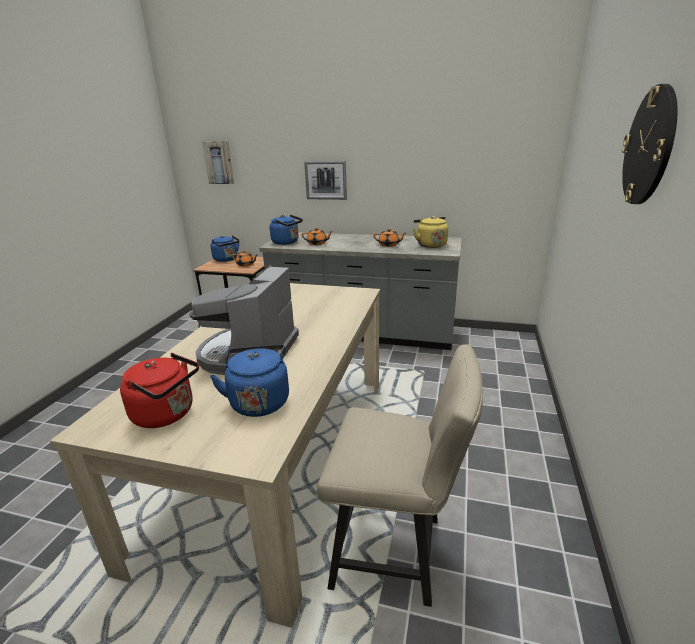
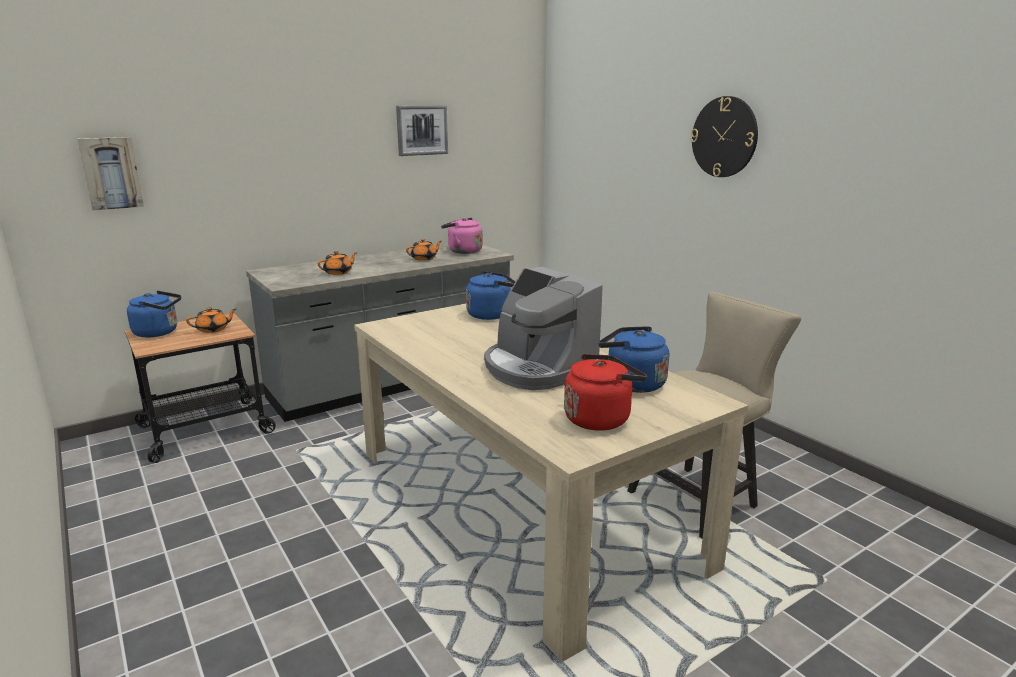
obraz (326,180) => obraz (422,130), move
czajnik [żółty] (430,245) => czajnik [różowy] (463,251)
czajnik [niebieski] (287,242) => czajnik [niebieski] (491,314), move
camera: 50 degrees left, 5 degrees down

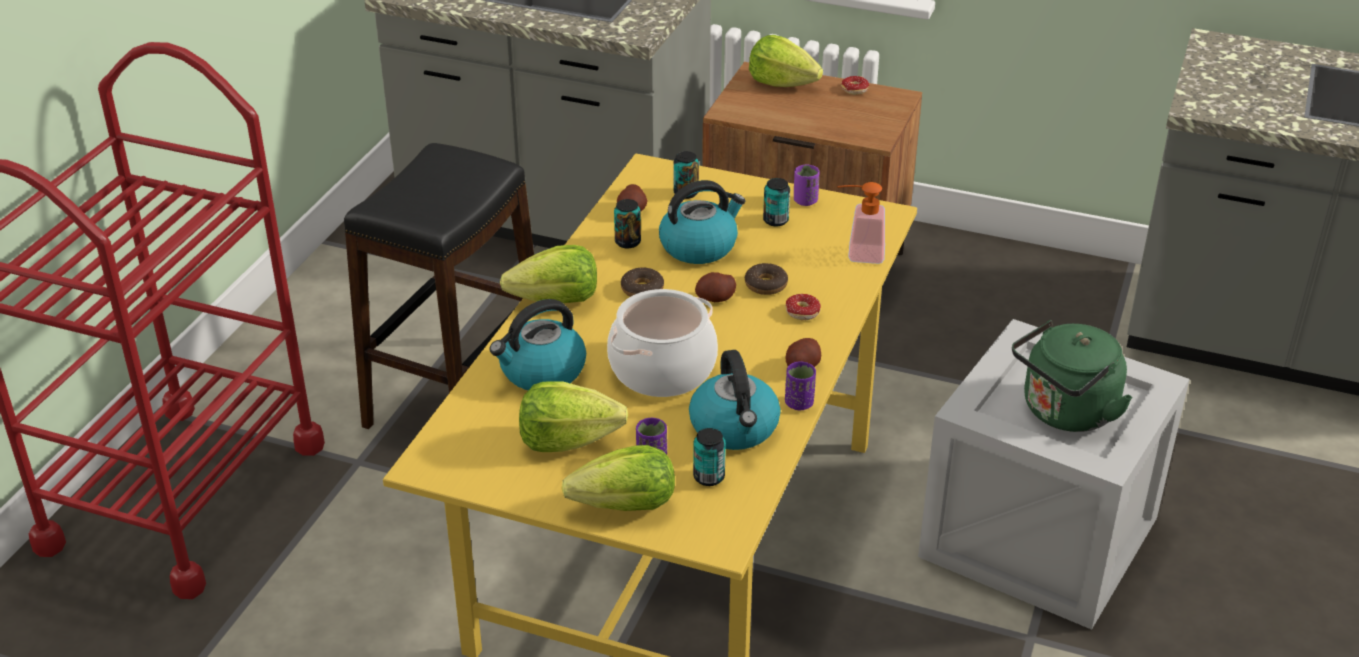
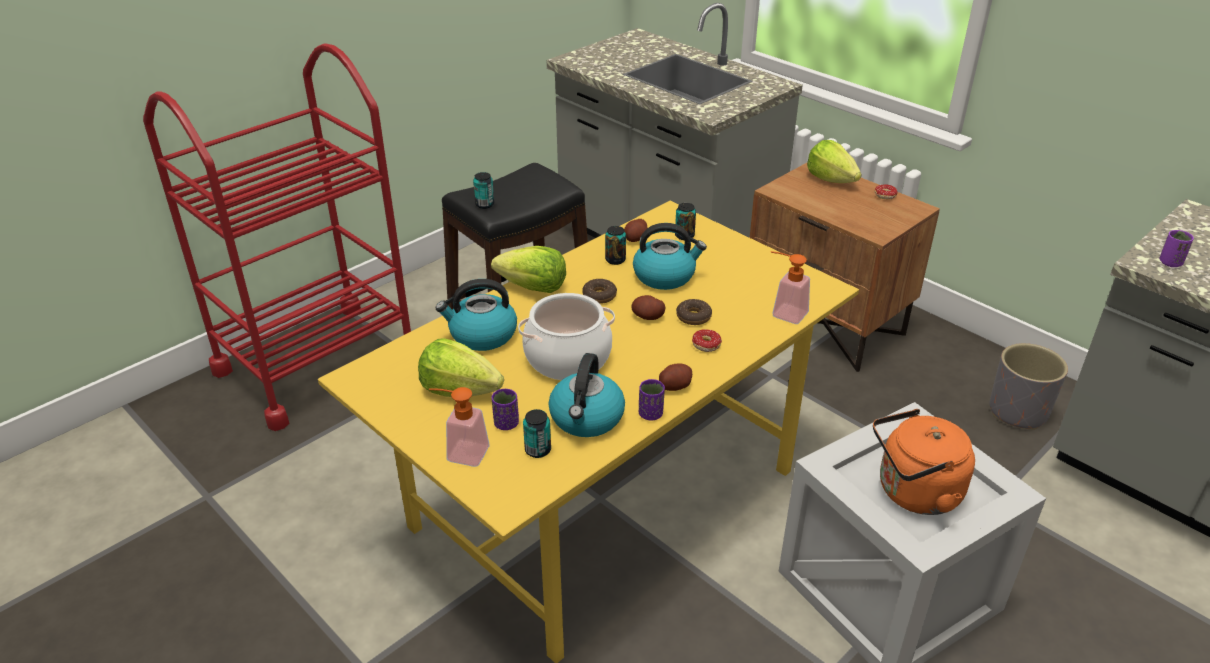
sałata (626,506) => dozownik mydła (461,452)
puszka (775,220) => puszka (484,204), move
czajnik [zielony] (1065,413) => czajnik [pomarańczowy] (914,493)
nothing => donica [szary] (1018,412)
filiżanka [fioletowy] (805,201) => filiżanka [fioletowy] (1170,263), move
camera: 25 degrees right, 0 degrees up

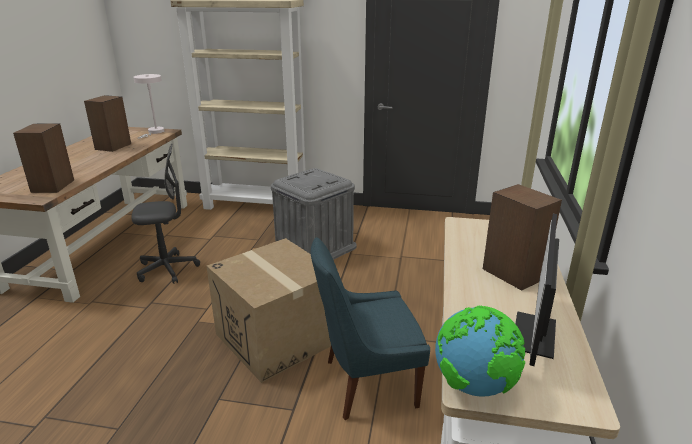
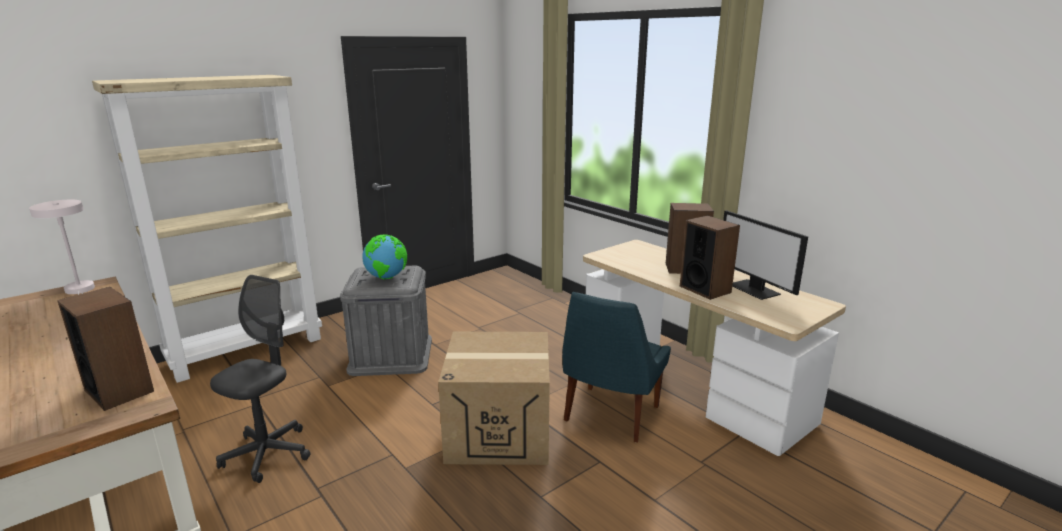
globus (475,386) => globus (387,277), move
głośnik (113,146) => głośnik (705,289), move
camera: 50 degrees left, 5 degrees down

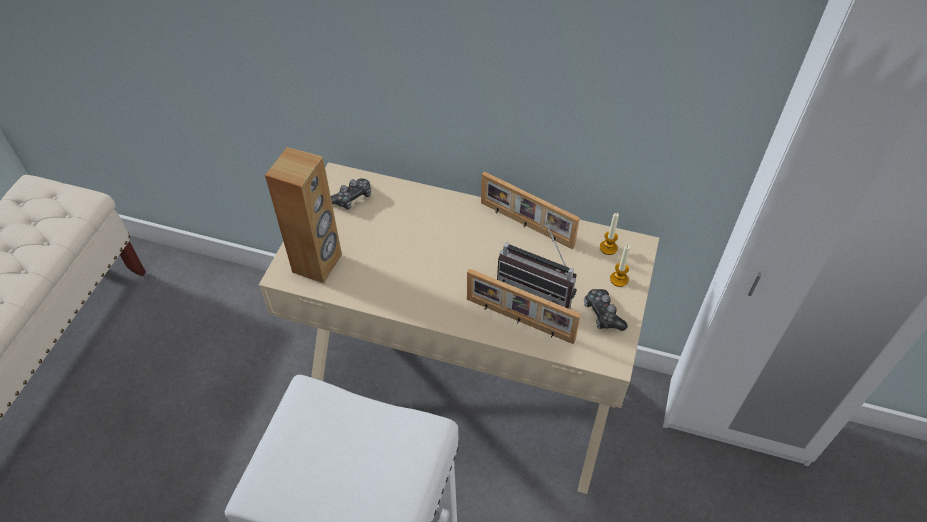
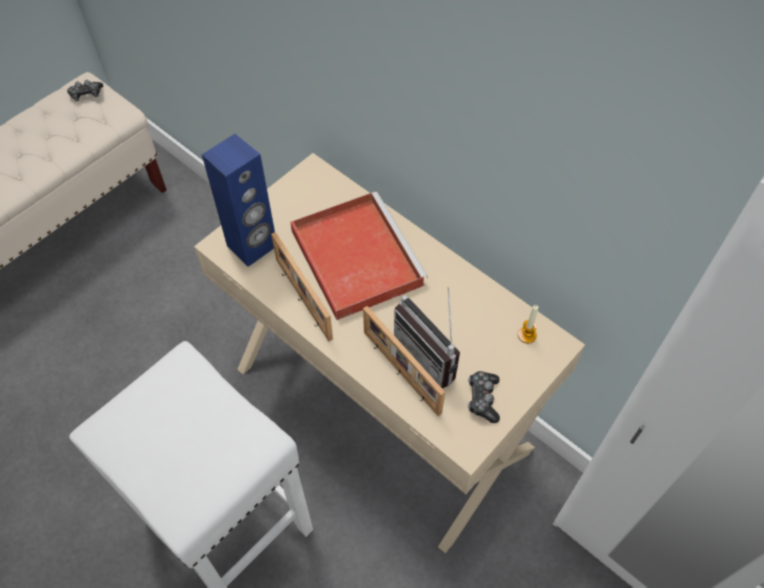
pad do gier (352,198) => pad do gier (86,94), move
głośnik [brązowy] (318,263) => głośnik [niebieski] (252,246)
ramka na zdjęcie (525,225) => ramka na zdjęcie (302,299), move
nothing => taca [czerwony] (354,256)
świeca (619,279) => nothing
camera: 25 degrees right, 5 degrees up

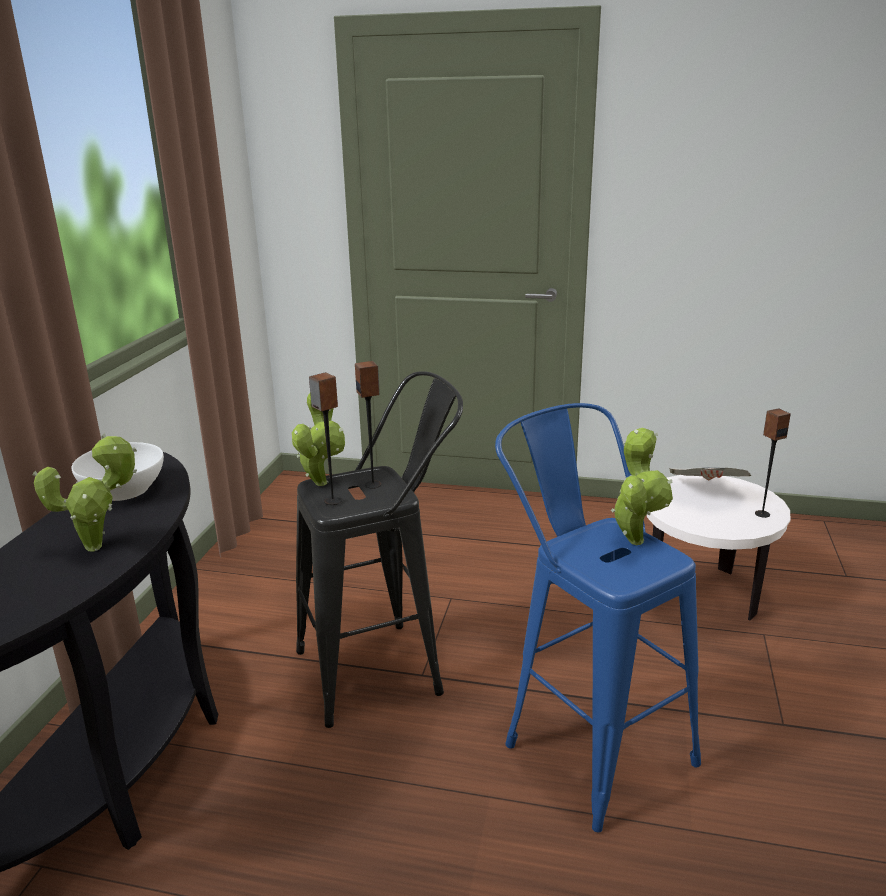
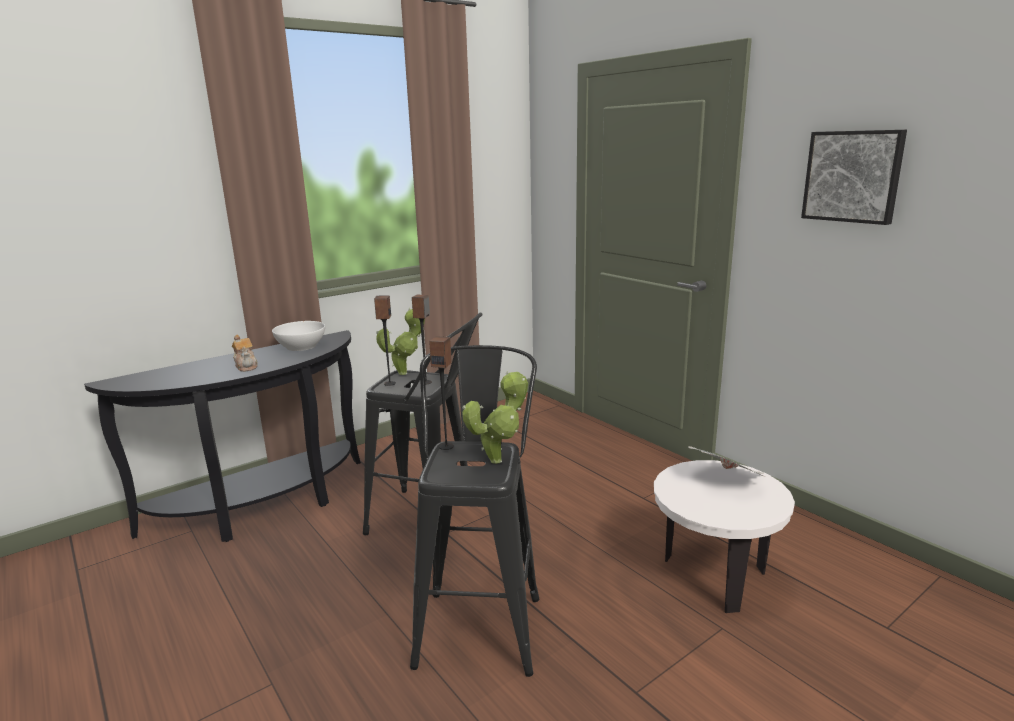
roślina doniczkowa (100,546) => imbryk (246,366)
stołek [niebieski] (587,742) => stołek [czarny] (482,620)
głośnik (762,514) => głośnik (446,446), move
nothing => obraz (853,176)
camera: 40 degrees right, 5 degrees down

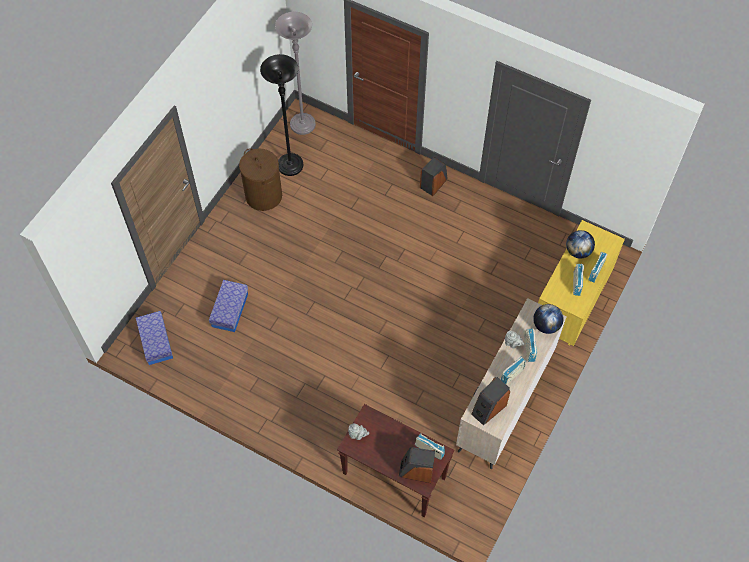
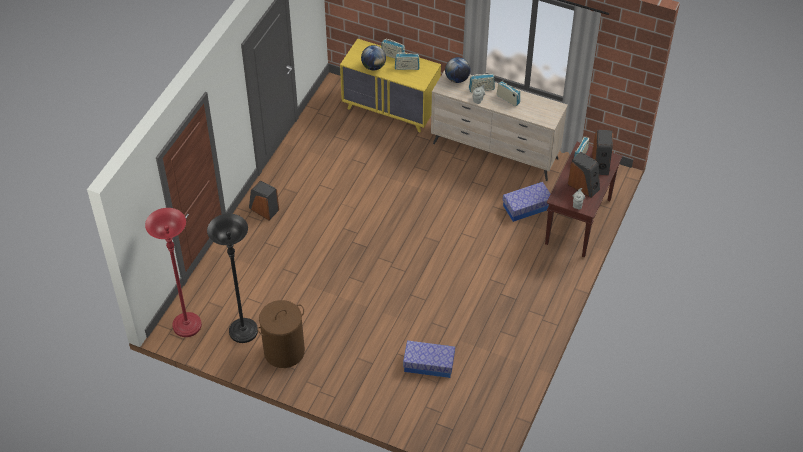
lampa stojąca [szary] (303,125) => lampa stojąca [czerwony] (187,326)
pojemnik do przechowywania (156,342) => pojemnik do przechowywania (527,207), move
głośnik (488,409) => głośnik (583,186), move
camera: 95 degrees left, 10 degrees down

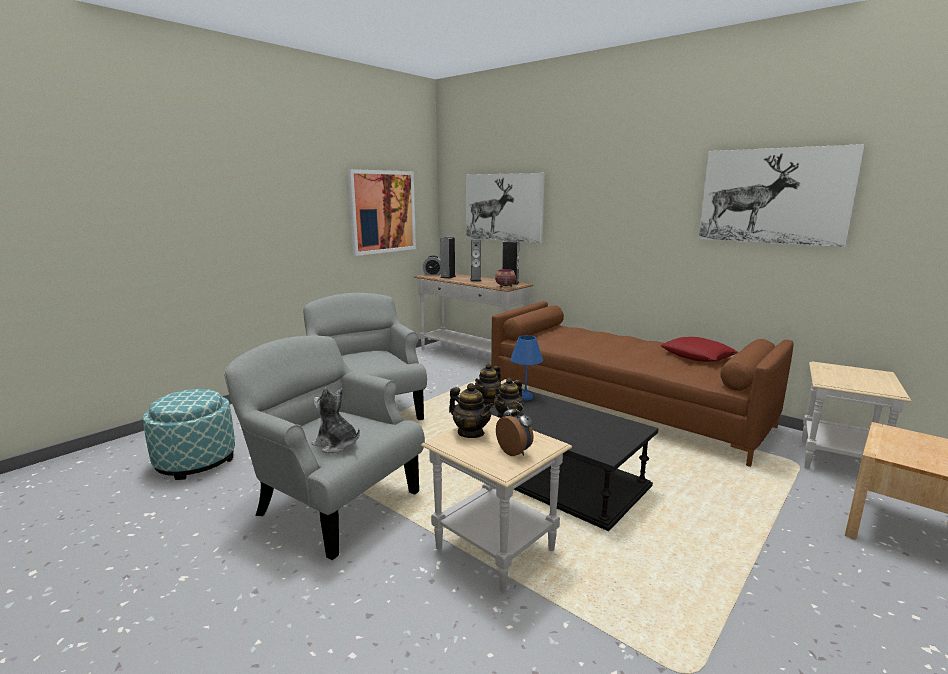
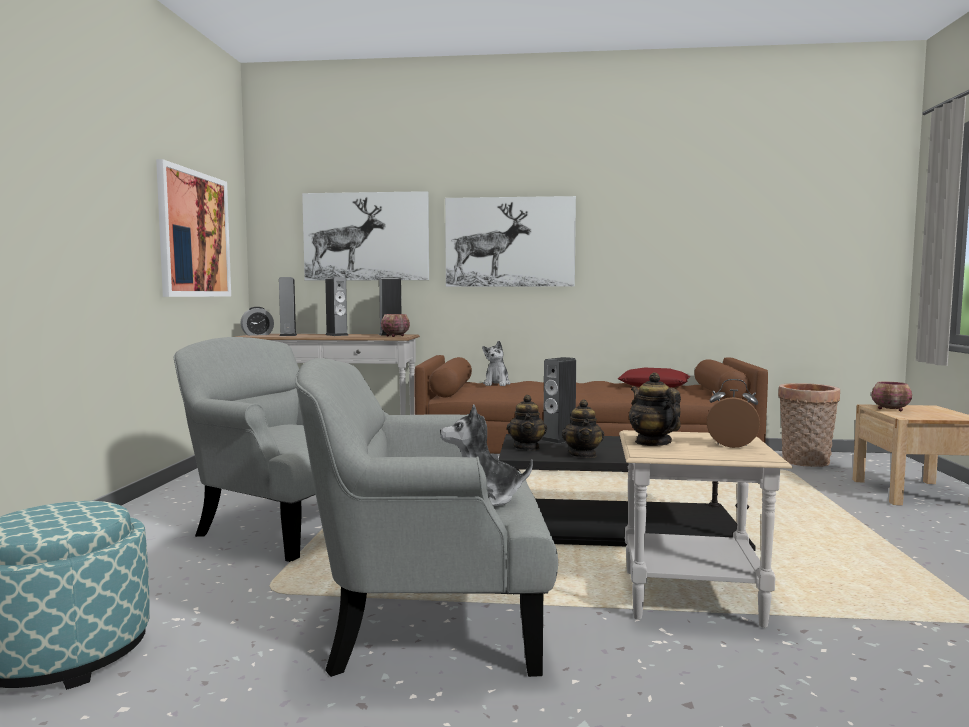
obraz (774,196) => obraz (510,242), move
nothing => pluszak (497,384)
lampa stołowa [niebieski] (526,397) => głośnik (559,439)
imbryk (471,433) => imbryk (653,443), 120 degrees counterclockwise
stolik [beżowy] (838,461) => koszyk (805,463)
nothing => miska (891,410)
camera: 35 degrees left, 10 degrees down

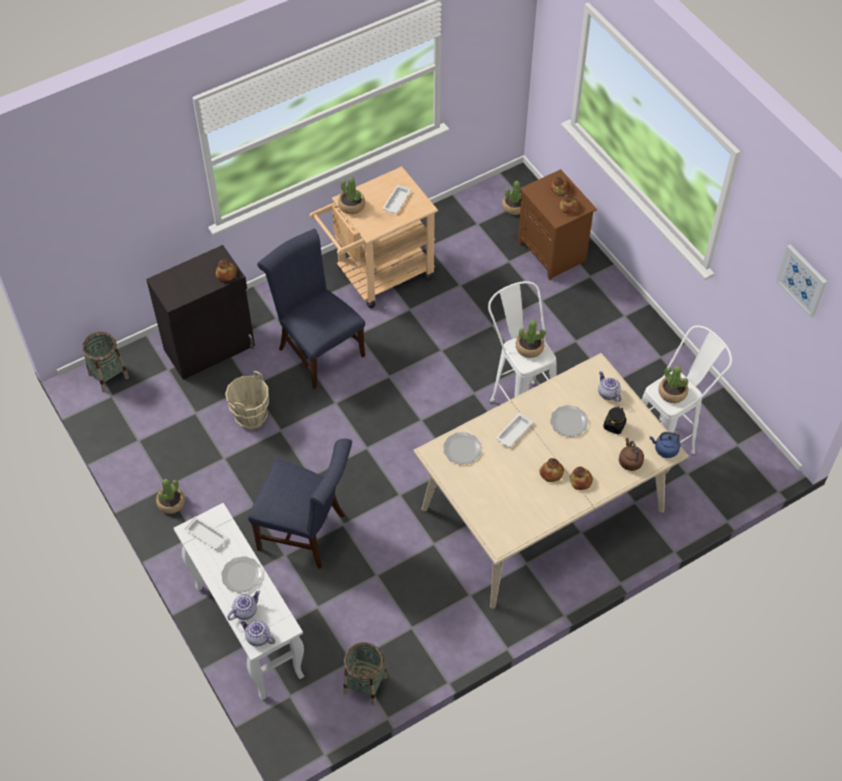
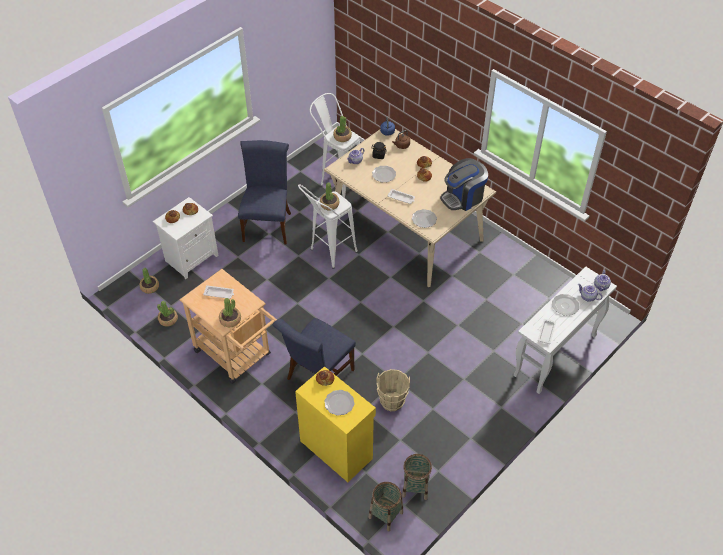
szafka nocna [brązowy] (553,252) => szafka nocna [biały] (191,257)
roślina doniczkowa (171,503) => roślina doniczkowa (168,319), move
krzesło [niebieski] (307,533) => krzesło [niebieski] (268,224), move
szafka [czarny] (210,348) => szafka [żółty] (336,448)
nothing => talerz (339,403)
koszyk (365,684) => koszyk (415,487), move
nothing => ekspres do kawy (463,197)
obraz (802,280) => nothing
camera: 105 degrees left, 5 degrees down

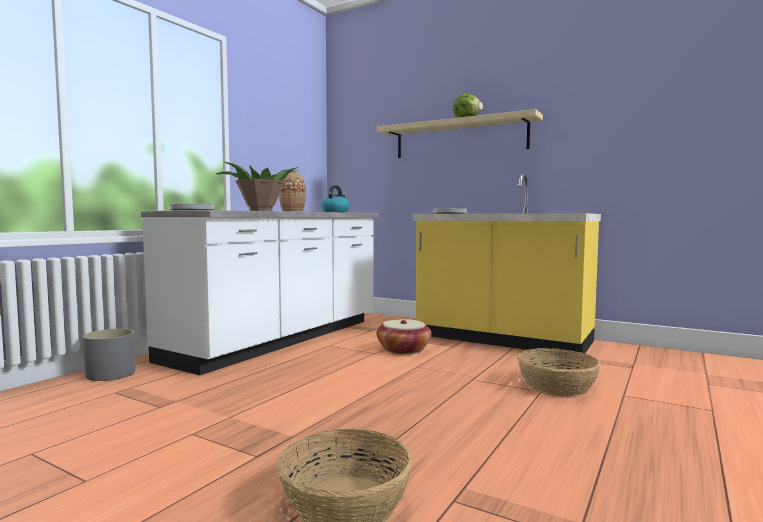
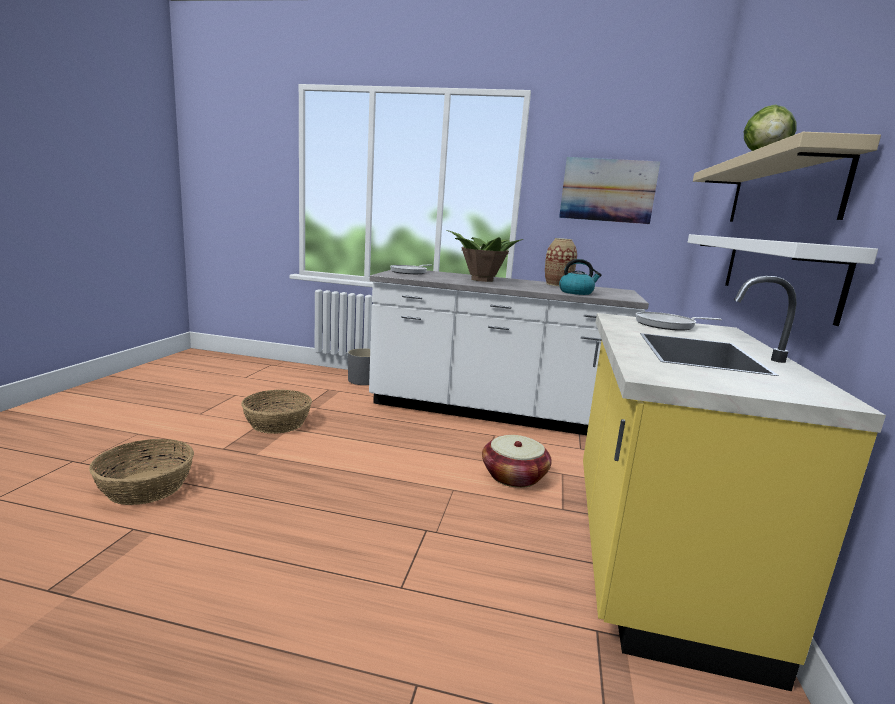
koszyk (556,386) => koszyk (278,423), move
nothing => obraz (607,190)
nothing => półka [biały] (775,271)
camera: 70 degrees right, 10 degrees up

